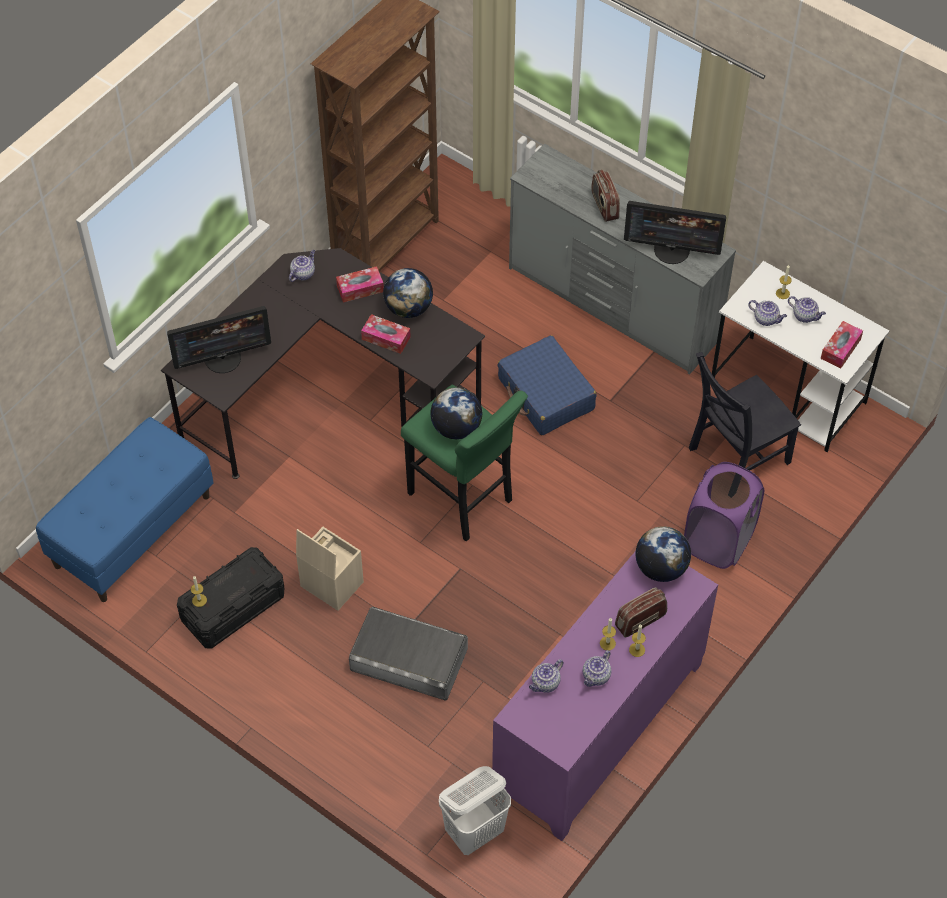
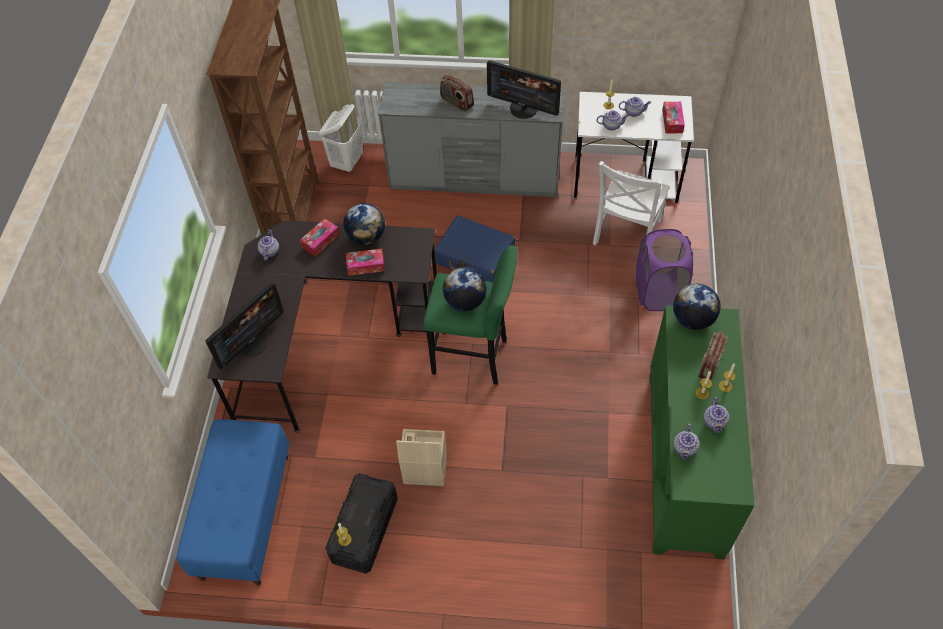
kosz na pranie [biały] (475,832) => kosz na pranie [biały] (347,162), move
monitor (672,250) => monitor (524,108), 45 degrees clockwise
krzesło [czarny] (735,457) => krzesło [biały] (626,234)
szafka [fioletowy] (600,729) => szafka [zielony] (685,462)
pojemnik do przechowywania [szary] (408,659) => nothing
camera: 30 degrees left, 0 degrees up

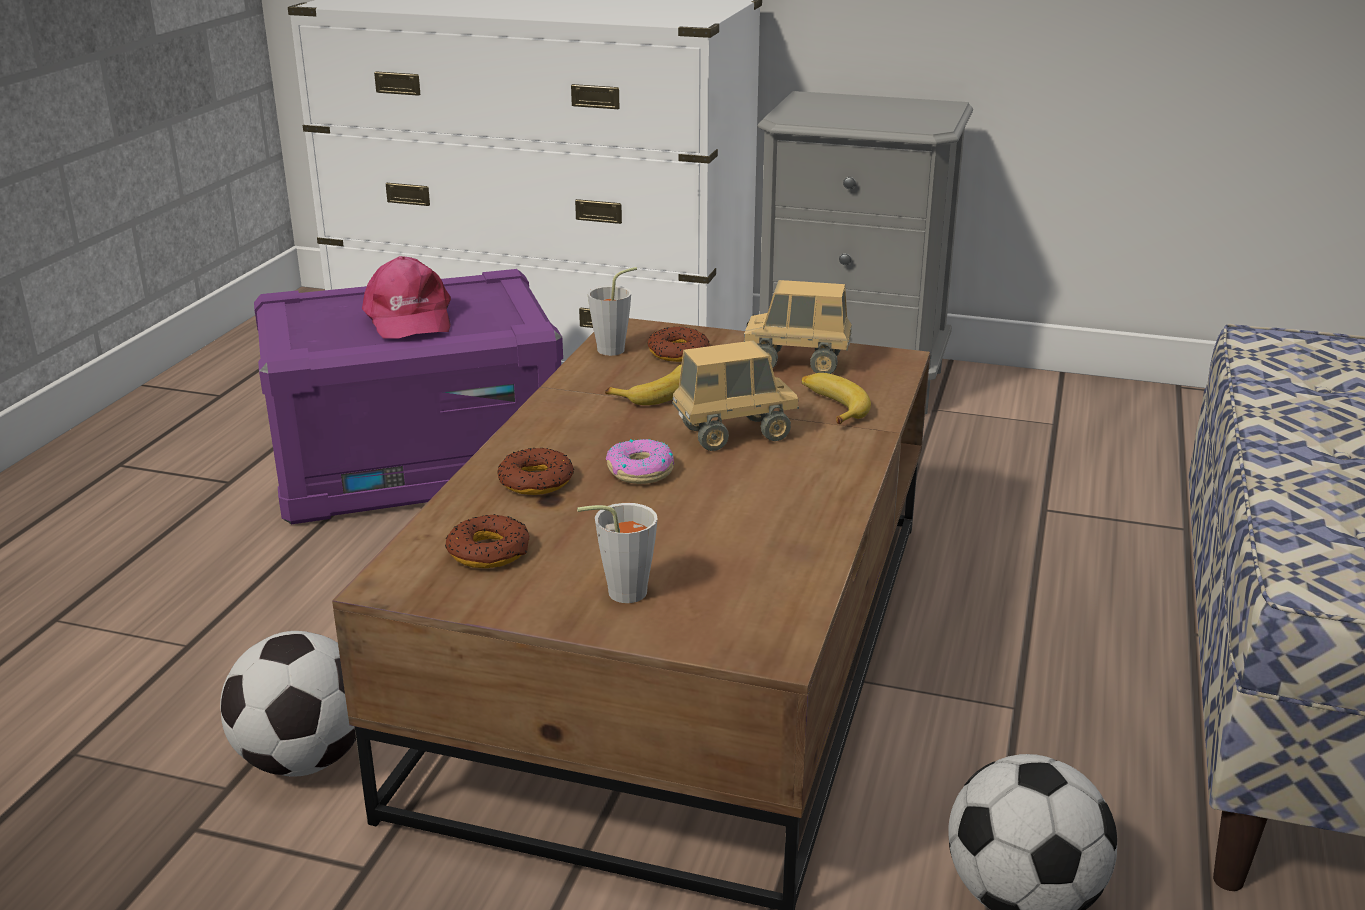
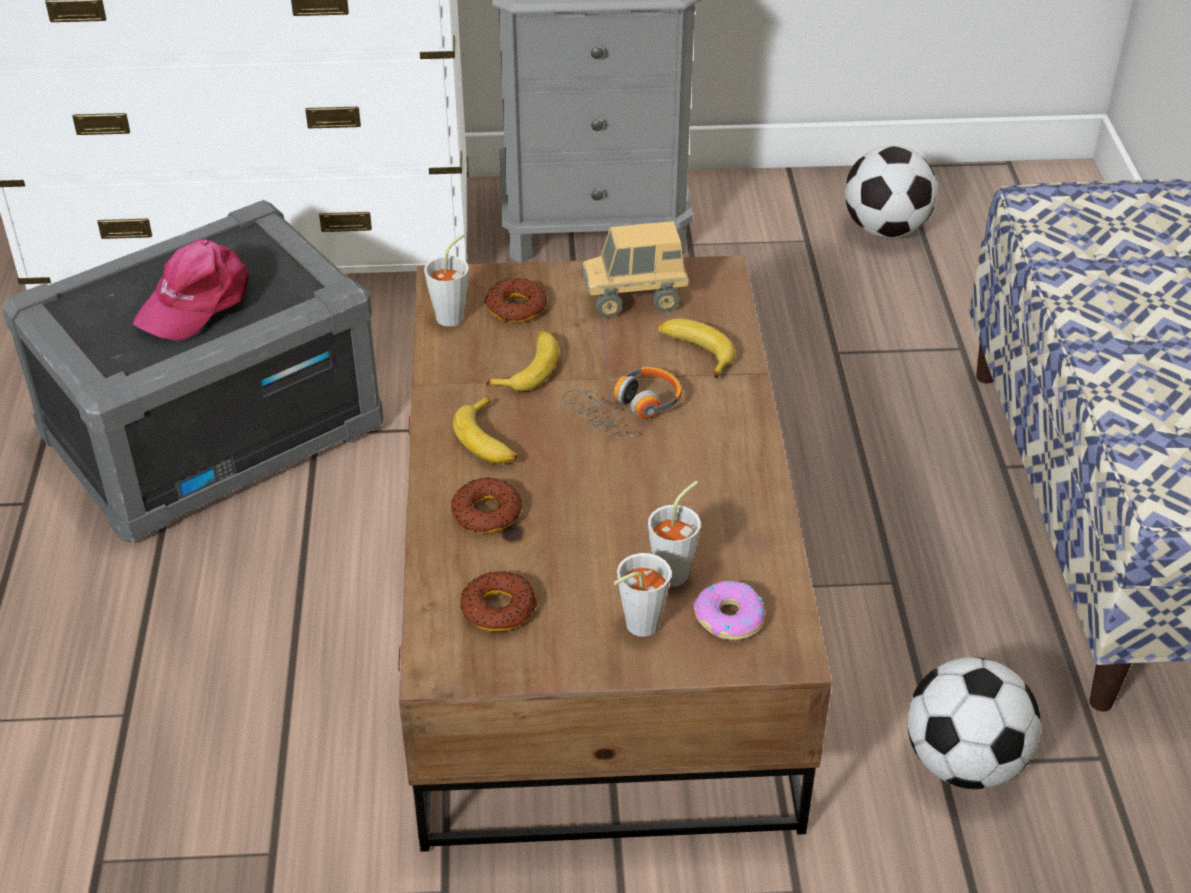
pojemnik do przechowywania [fioletowy] (418,462) => pojemnik do przechowywania [szary] (213,429)
czapka z daszkiem [różowy] (408,318) => czapka z daszkiem [różowy] (196,301), 75 degrees clockwise
nothing => banan (489,440)
ciężarówka zabawkowa (734,434) => słuchawki (628,410)
nothing => filiżanka [szary] (677,570)
donut (640,471) => donut (729,618), move
piłka futbolowa (304,759) => piłka futbolowa (885,229), move
camera: 20 degrees left, 15 degrees up

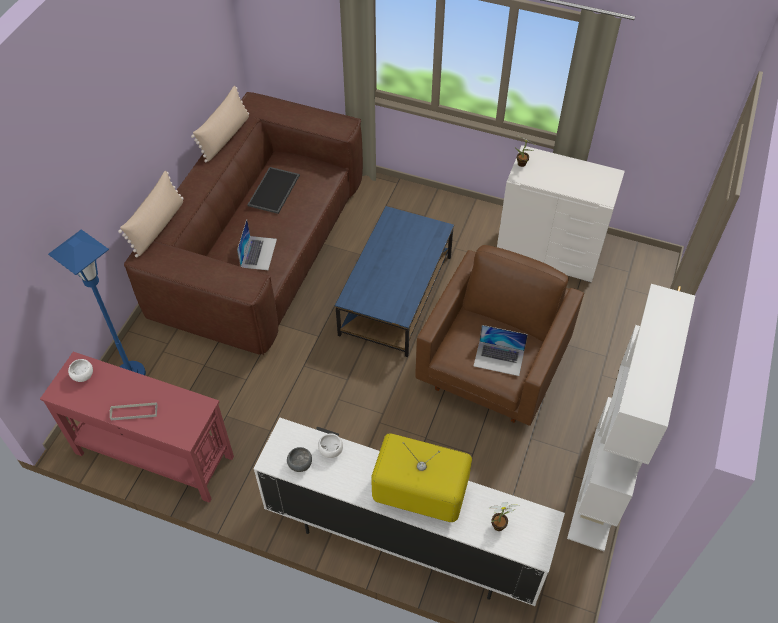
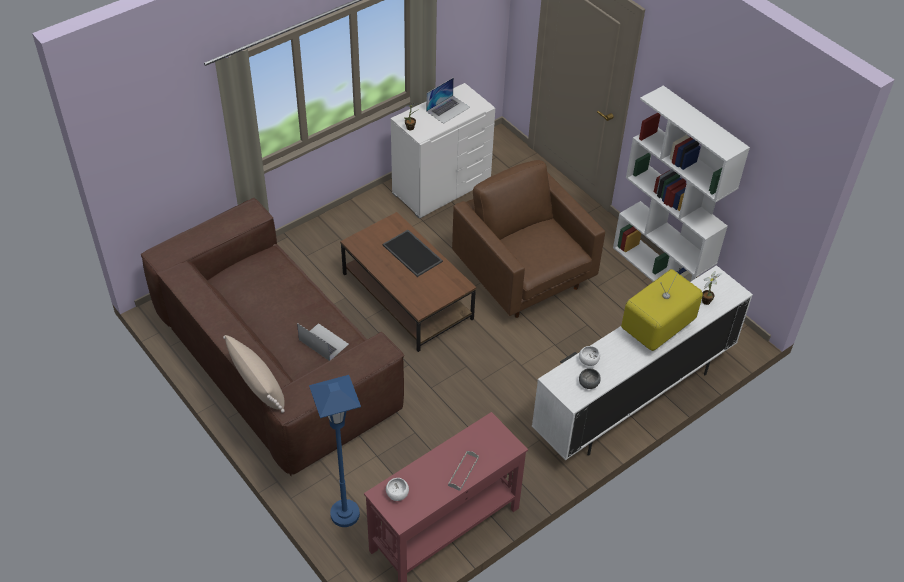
ława [niebieski] (396,294) => ława [brązowy] (406,295)
taca (274,191) => taca (413,253), move
laptop (499,358) => laptop (448,109), move
poduszka [beżowy] (225,137) => nothing
camera: 60 degrees left, 5 degrees down

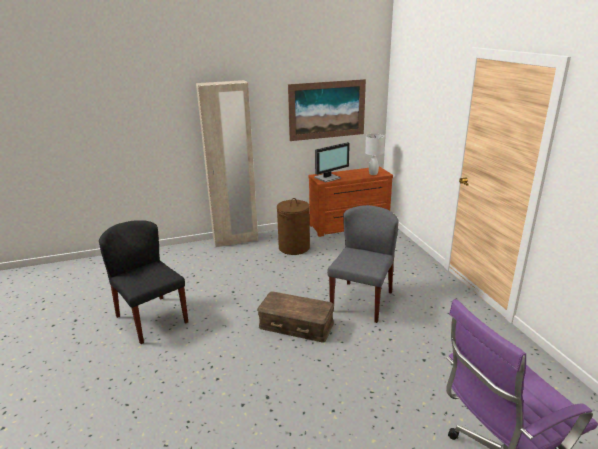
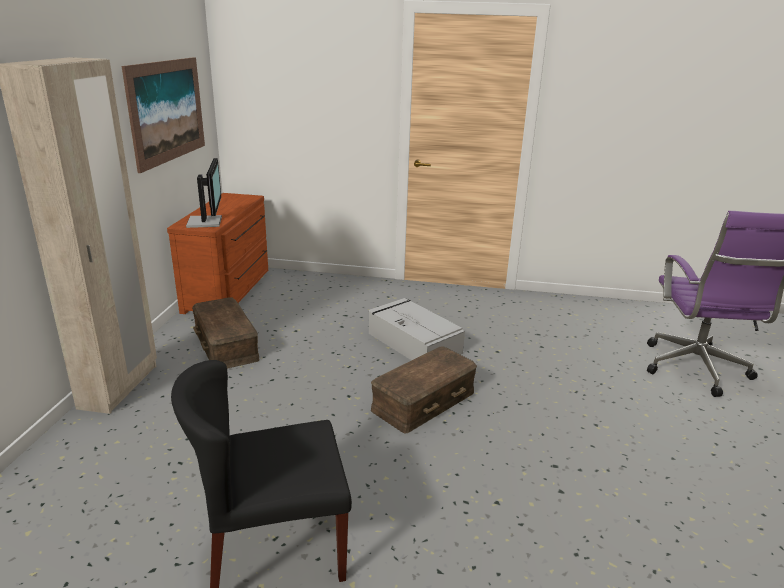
kosz na pranie [brązowy] (294,248) => pojemnik do przechowywania [brązowy] (227,344)
krzesło [szary] (361,301) => pojemnik do przechowywania [szary] (413,342)
lampa stołowa [biały] (373,174) => nothing
camera: 65 degrees left, 0 degrees up

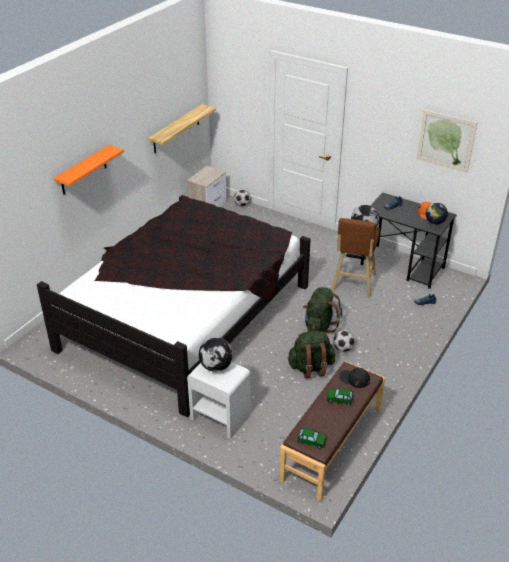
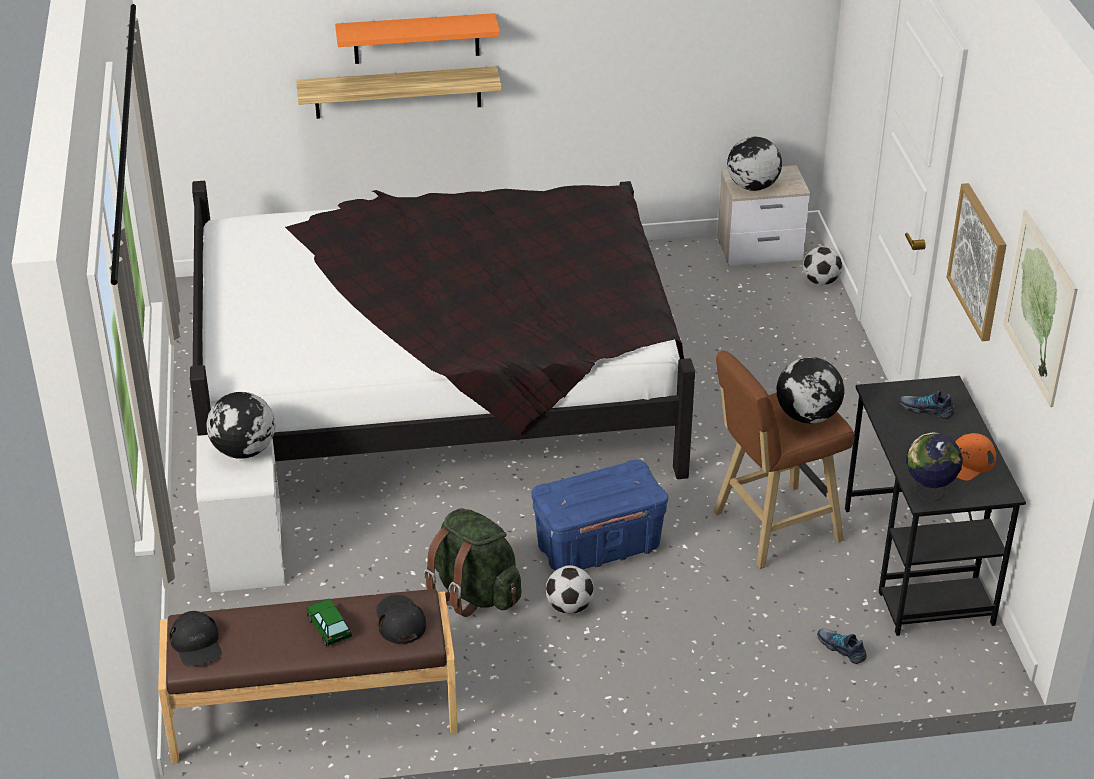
samochodzik (311,441) => czapka z daszkiem [czarny] (197,644)
półka (176,129) => półka (398,92), move
plecak [zielony] (319,325) => pojemnik do przechowywania [niebieski] (597,547)
nothing => globus (752,186)
nothing => obraz (979,261)
camera: 50 degrees right, 0 degrees up

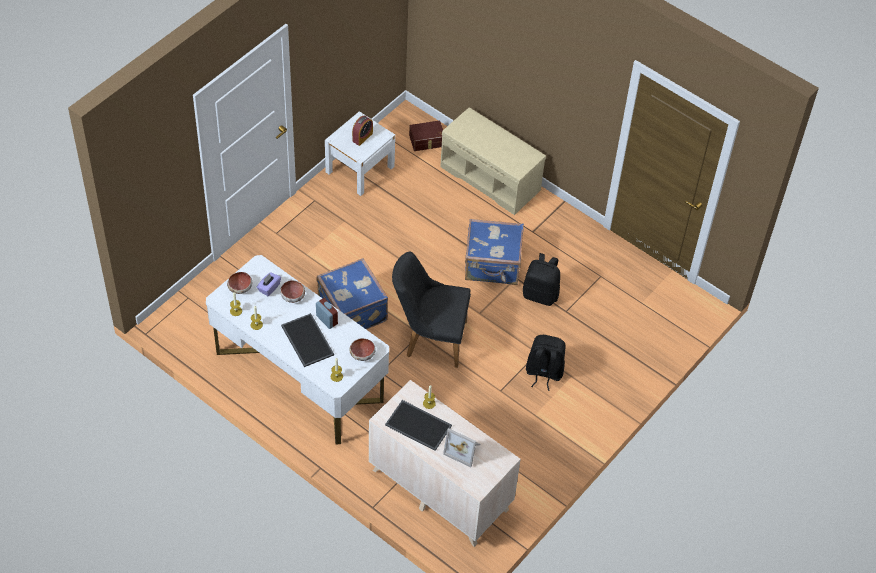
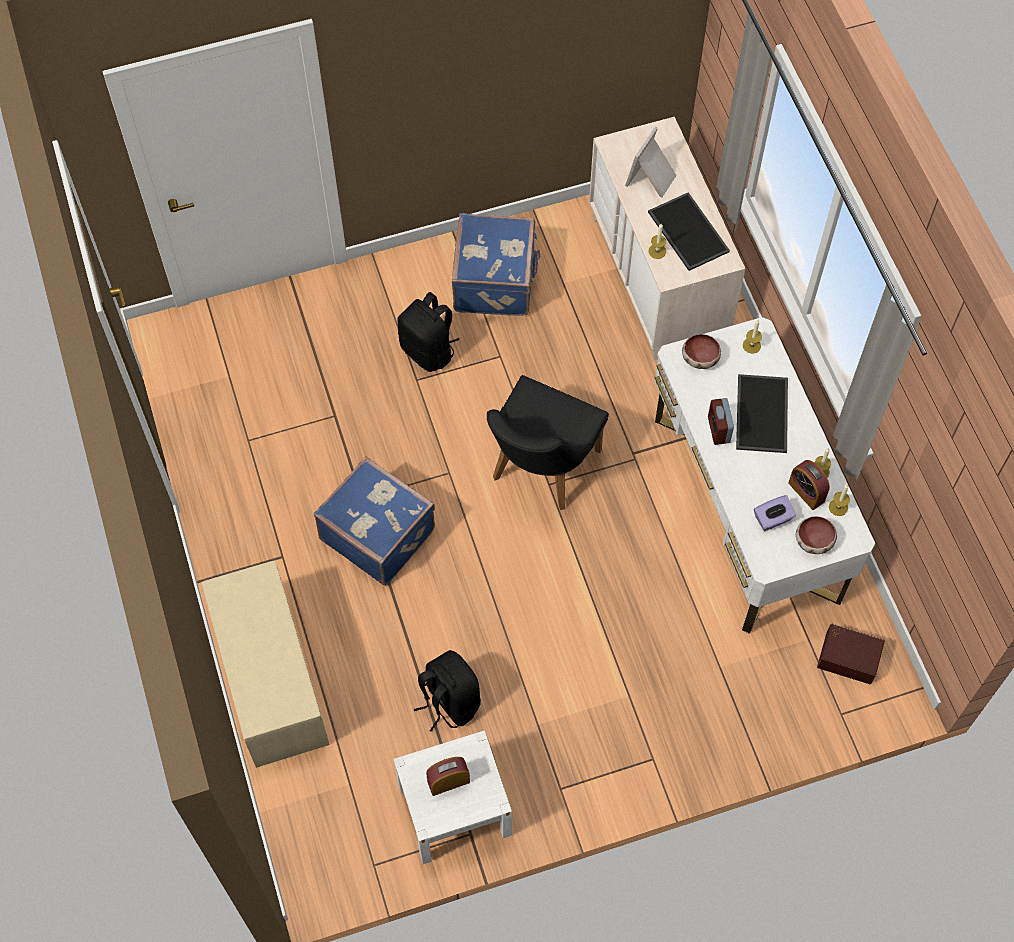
plecak [czarny] (540,294) => plecak [czarny] (449,702), move
walizka [niebieski] (351,311) => walizka [niebieski] (496,281), move
krzesło [czarny] (430,338) => krzesło [czarny] (540,471), 75 degrees clockwise
ramka na zdjęcie (463,449) => ramka na zdjęcie (652,179), 120 degrees counterclockwise
nothing => budzik (806,492)
pojemnik do przechowywania [brązowy] (427,141) => pojemnik do przechowywania [brązowy] (848,657), move
miska (293,296) => nothing
camera: 145 degrees left, 10 degrees up

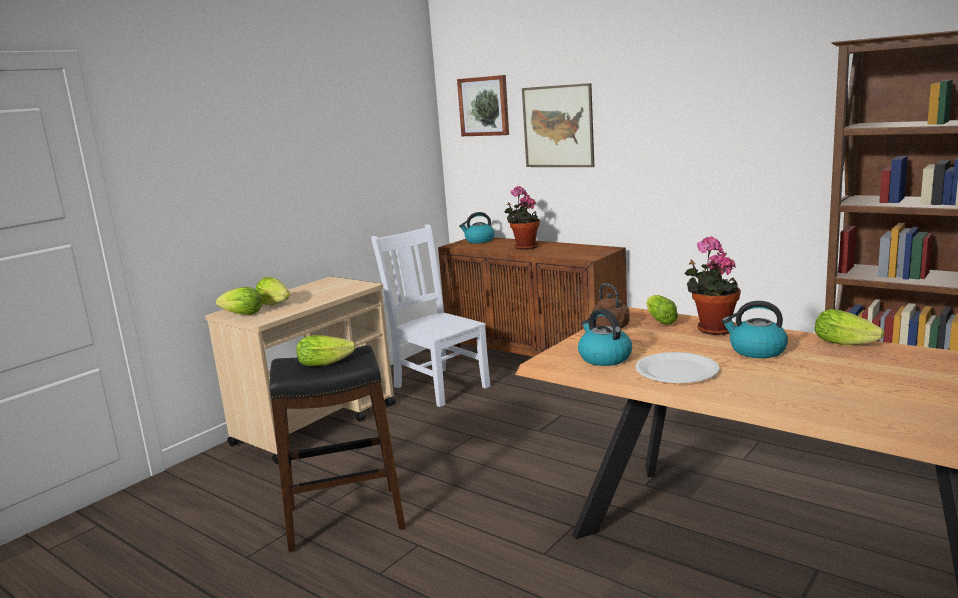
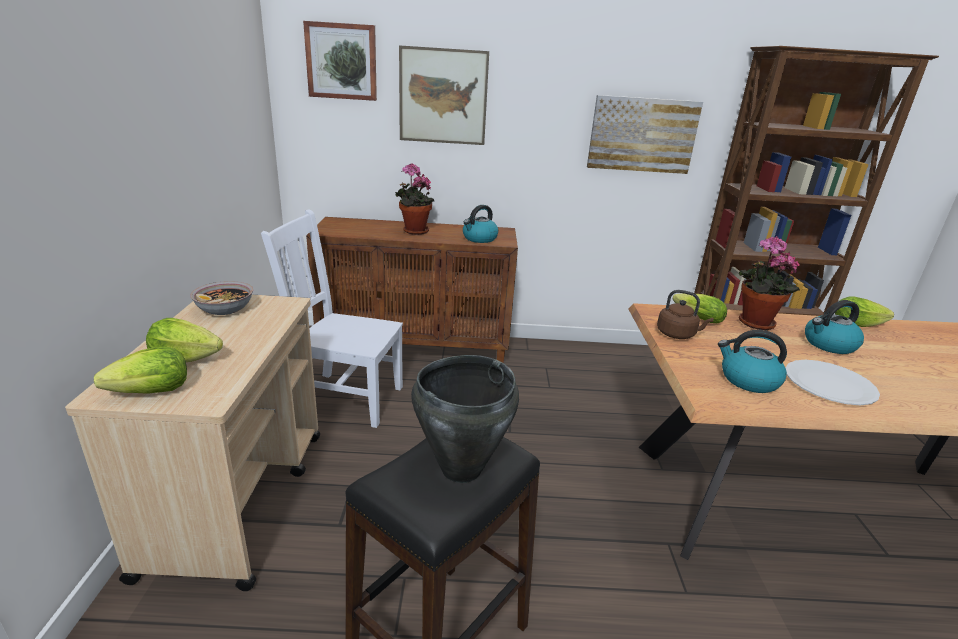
nothing => miska (225,309)
sałata (328,363) => garnek [czarny] (460,469)
czajnik (479,241) => czajnik (479,238), move
nothing => obraz (642,134)
camera: 40 degrees left, 10 degrees up

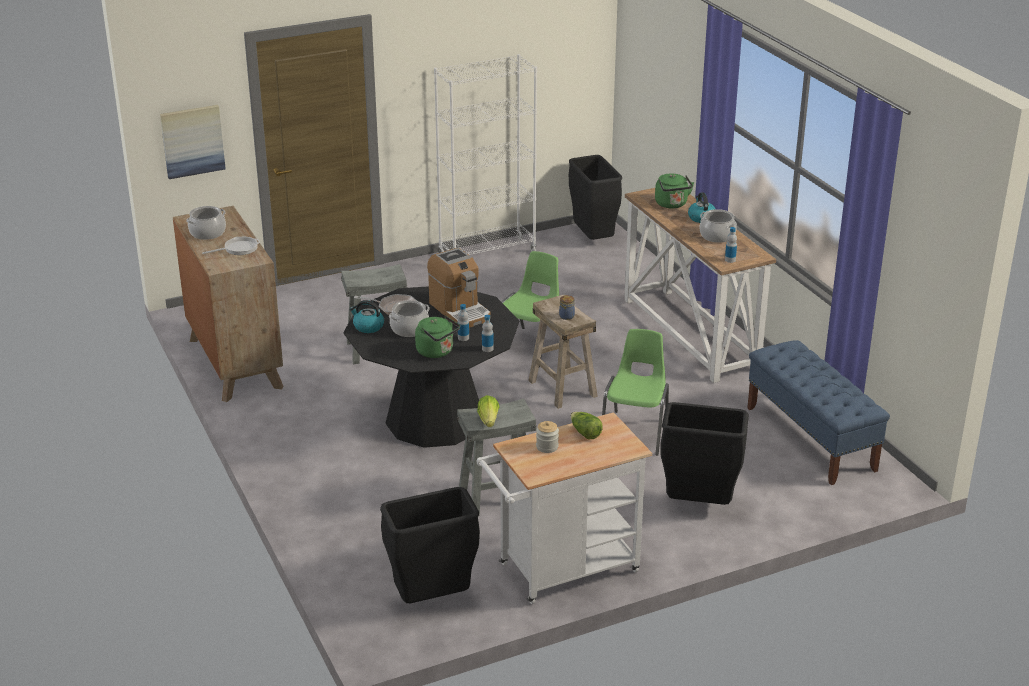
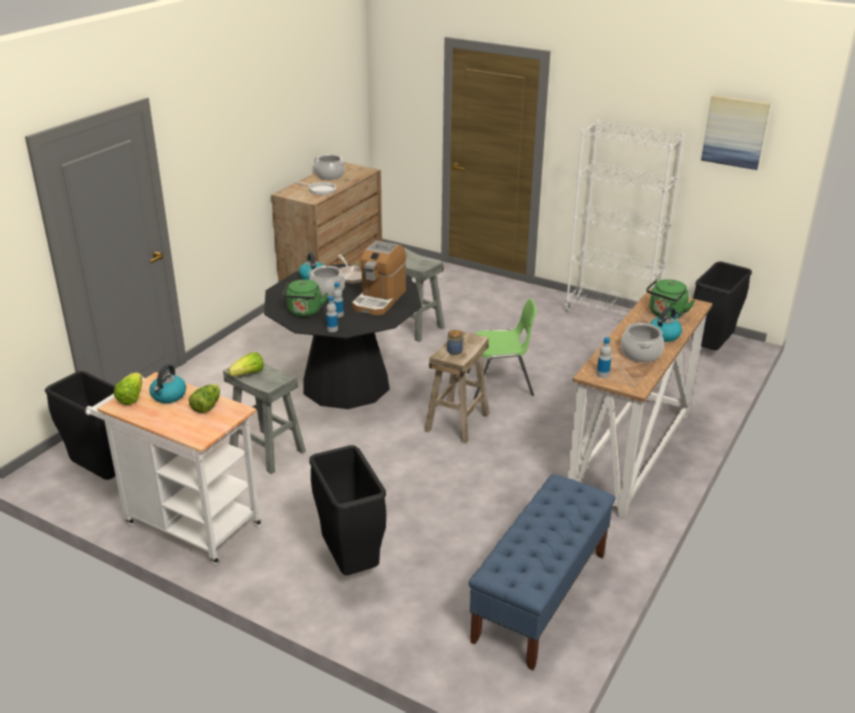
nothing => sałata (131,397)
słoik (547,447) => czajnik (168,396)
obraz (192,141) => obraz (735,132), move
krzesło [zielony] (635,432) => nothing
camera: 55 degrees right, 0 degrees up

